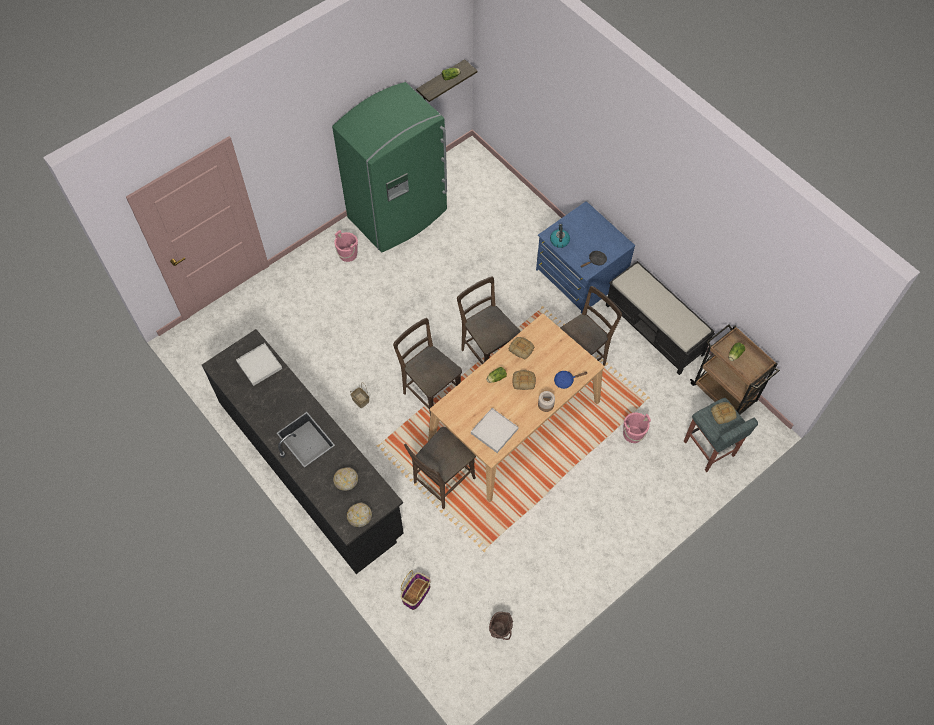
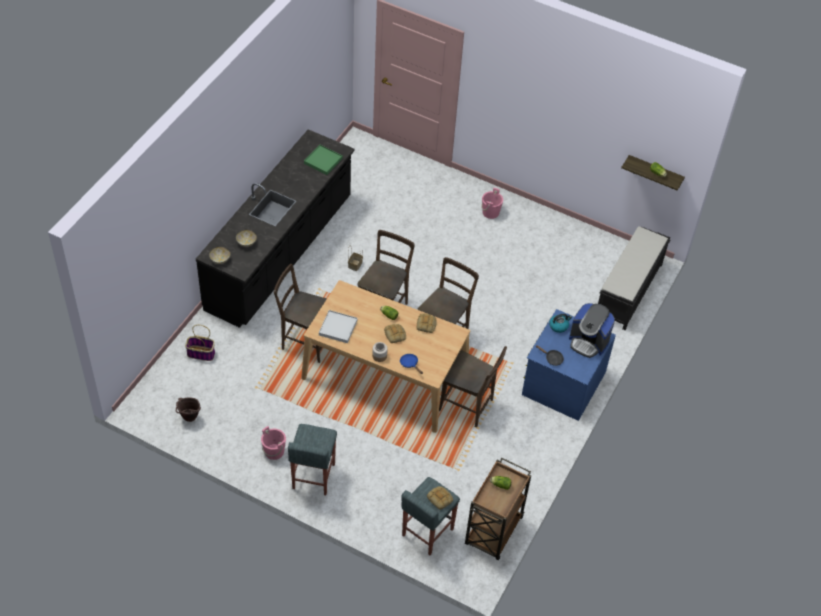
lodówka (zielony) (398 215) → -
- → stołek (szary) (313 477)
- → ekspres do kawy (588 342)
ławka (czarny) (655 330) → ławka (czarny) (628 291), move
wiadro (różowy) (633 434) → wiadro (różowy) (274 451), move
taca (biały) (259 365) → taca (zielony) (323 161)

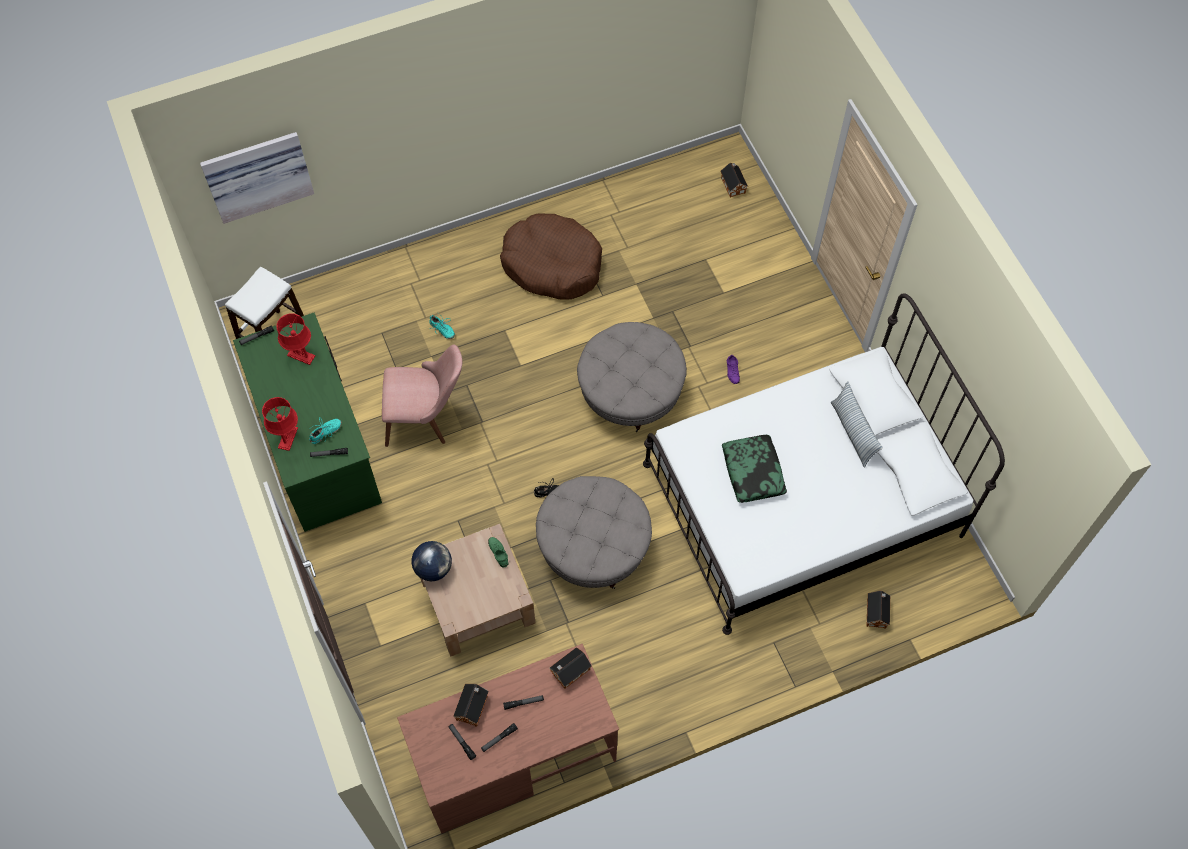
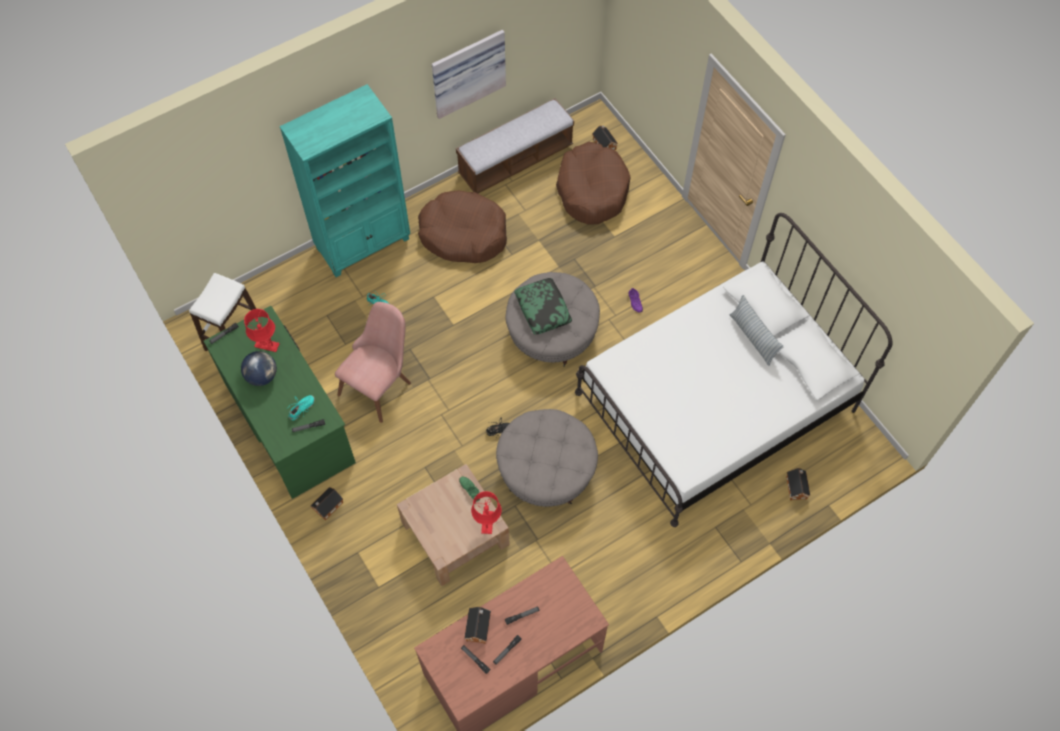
- → regał (turkusowy) (364 244)
- → ławka (516 160)
- → legowisko (brązowy) (592 190)
obraz (257 174) → obraz (467 72), move
lampa stołowa (czerwony) (288 437) → lampa stołowa (czerwony) (487 522), move
globus (433 568) → globus (262 376), move
domek (569 671) → domek (327 507), move
poduszka (753 472) → poduszka (543 309), move
krzesło (różowy) (426 417) → krzesło (różowy) (380 382), 45 degrees counterclockwise

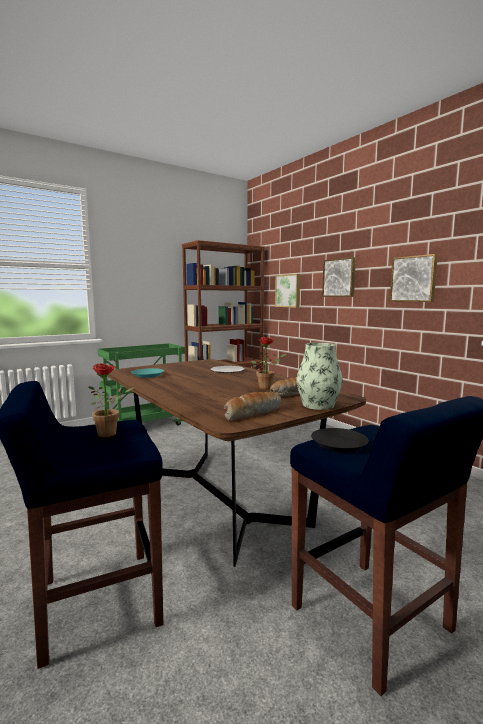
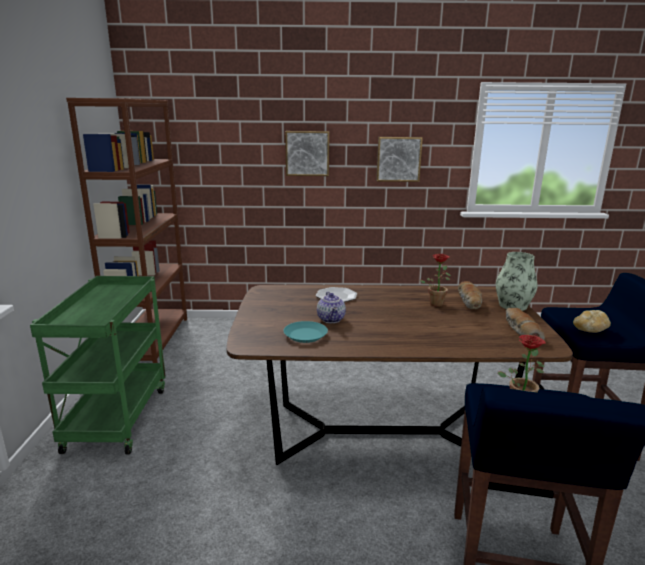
obraz (288 291) → -
- → imbryk (331 319)
talerz (czarny) (338 444) → chleb (589 330)

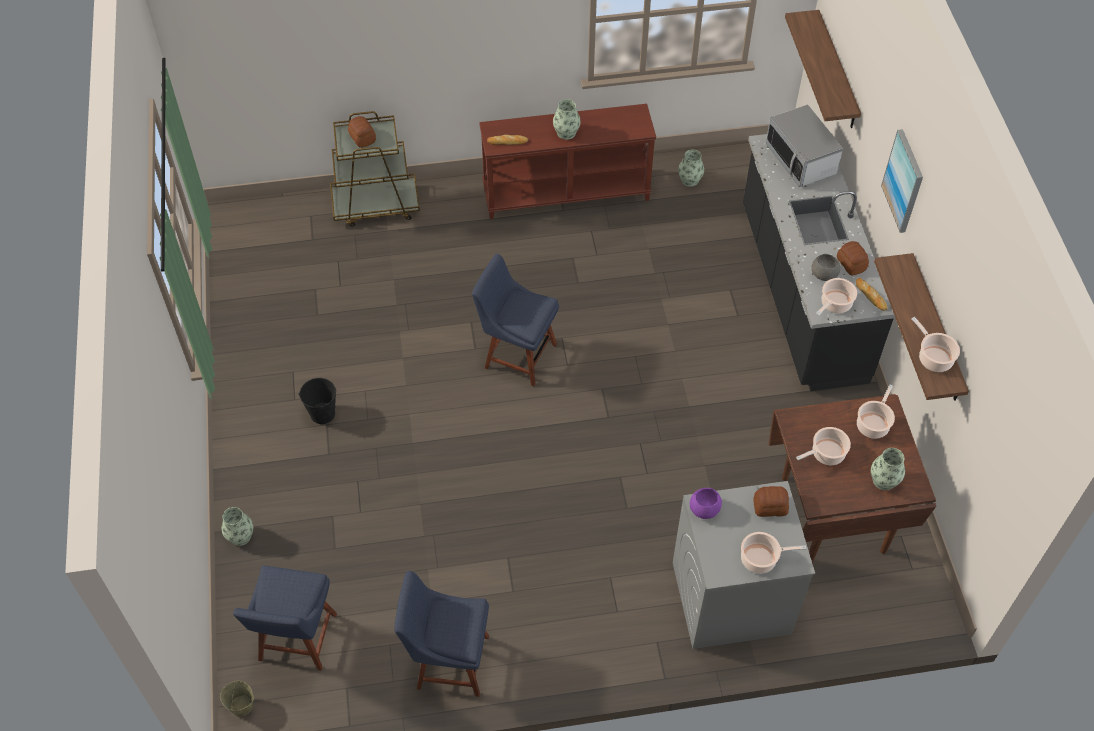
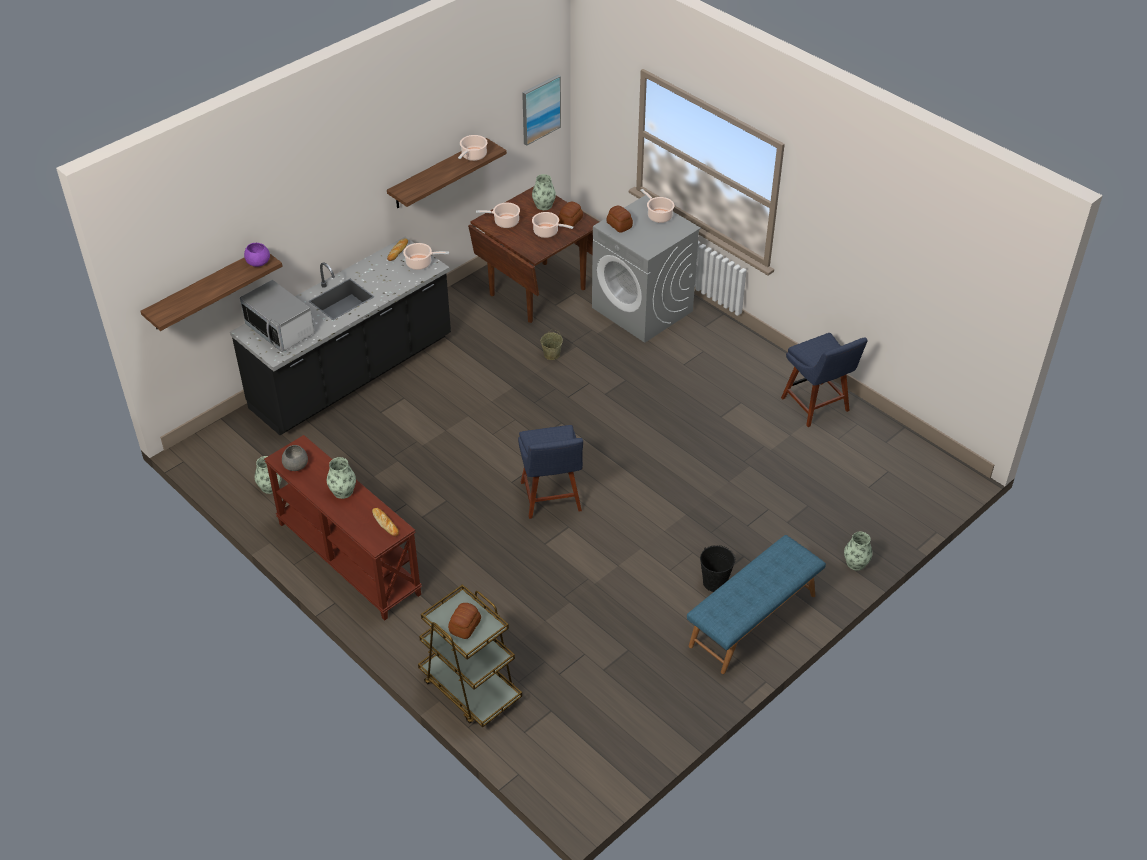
krzesło (niebieski) (296 641) → -
- → ławka (niebieski) (753 621)
wiadro (beżowy) (242 706) → wiadro (beżowy) (551 354), move
miska (fioletowy) (705 508) → miska (fioletowy) (257 262), move
miska (szary) (824 274) → miska (szary) (296 465), move
chleb (851 263) → chleb (570 221), move
obraz (904 181) → obraz (540 109), move
mikrofalówka (801 160) → mikrofalówka (280 330), 105 degrees clockwise

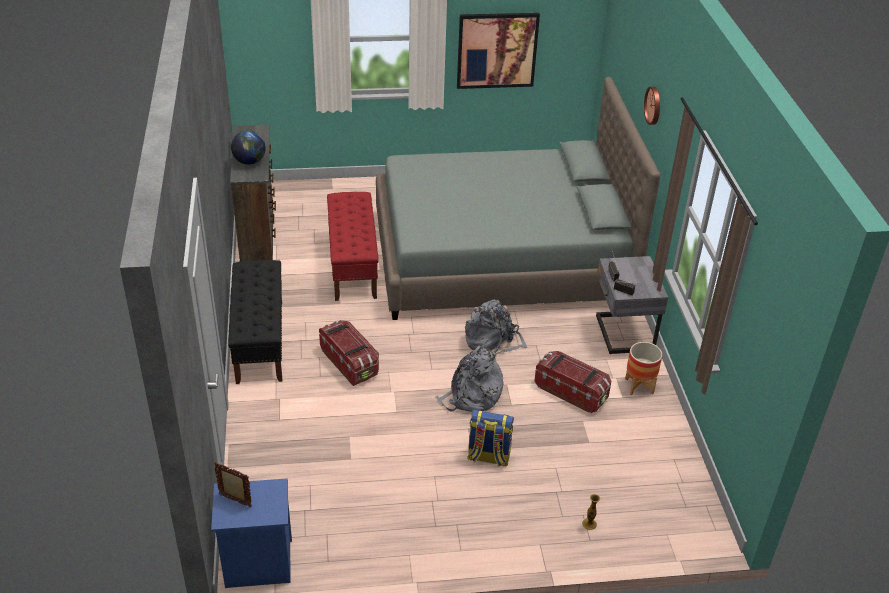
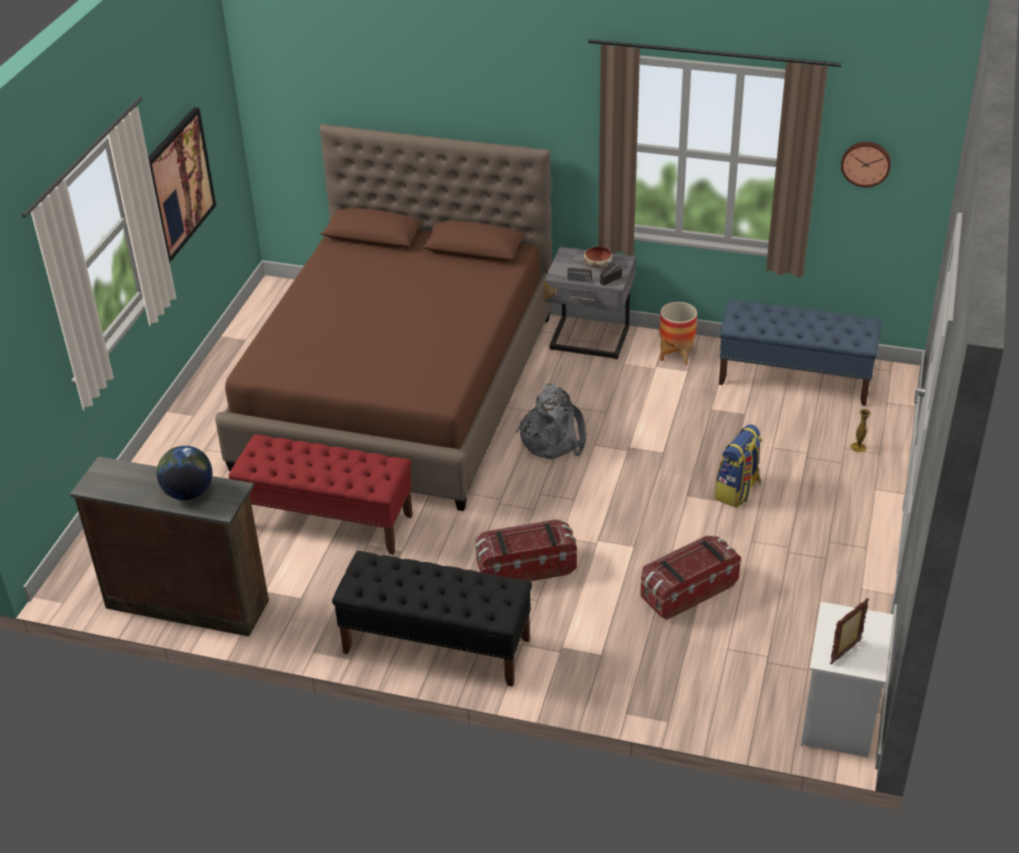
plecak (szary) (471 396) → -
- → miska (597 265)
- → ławka (niebieski) (795 379)
pojemnik do przechowywania (571 391) → pojemnik do przechowywania (687 591), move
zegar ścienny (654 105) → zegar ścienny (866 163), move
szafka nocna (niebieski) (257 564) → szafka nocna (biały) (839 721)
łóżko (szary) (500 258) → łóżko (brązowy) (399 390)

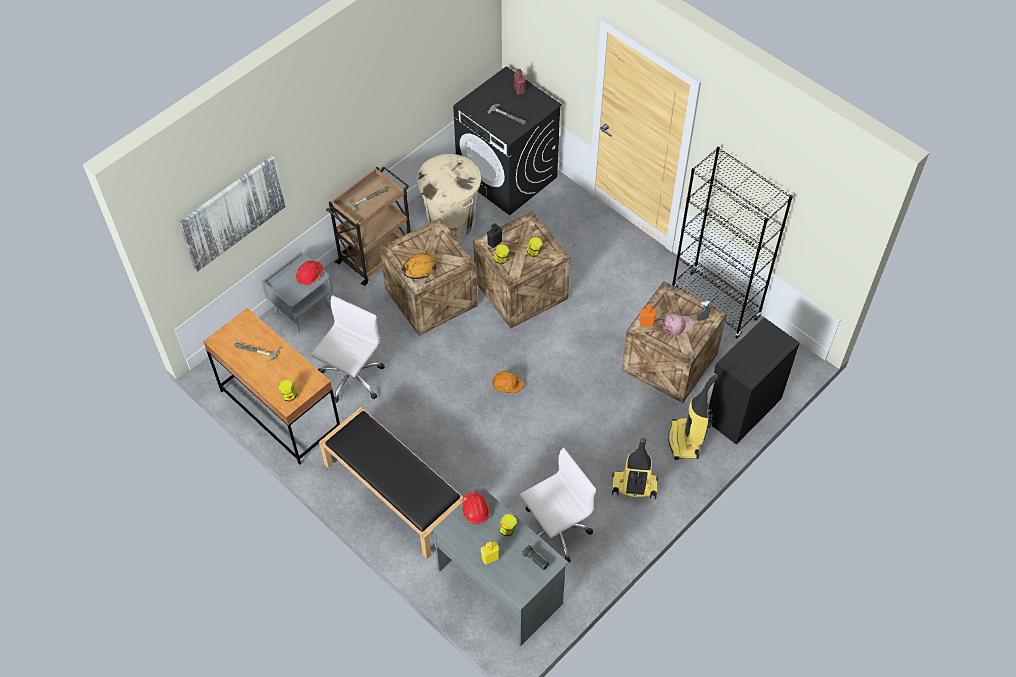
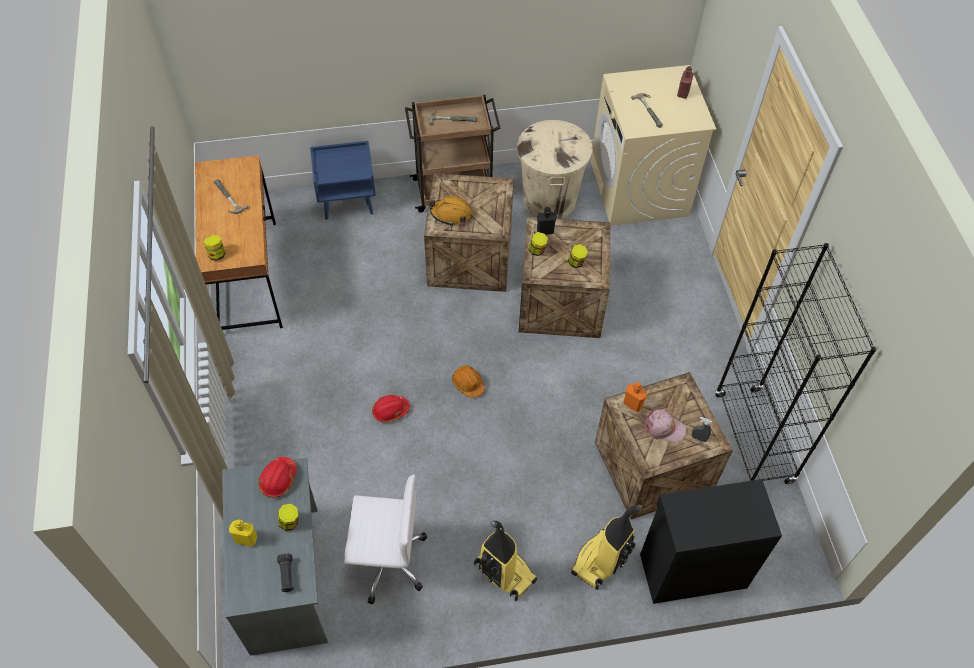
obraz (232 212) → -
krzesło biurowe (biały) (351 378) → -
ławka (czarny) (394 492) → -
kask (czerwony) (309 275) → kask (czerwony) (390 411), move
szafka nocna (szary) (302 309) → szafka nocna (niebieski) (348 201)
pralka (czarny) (507 177) → pralka (beżowy) (639 189)

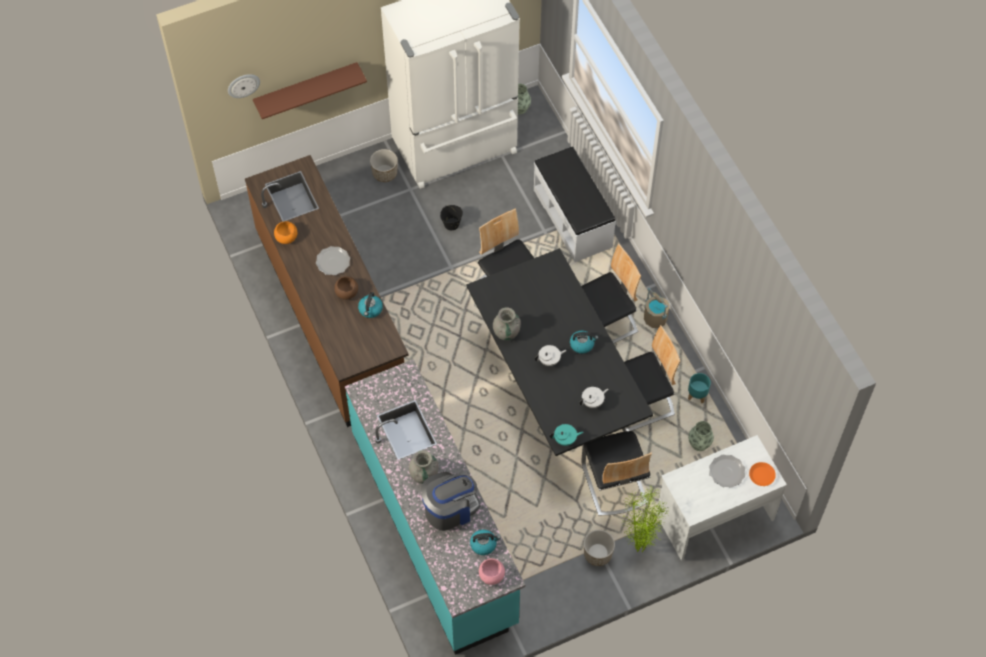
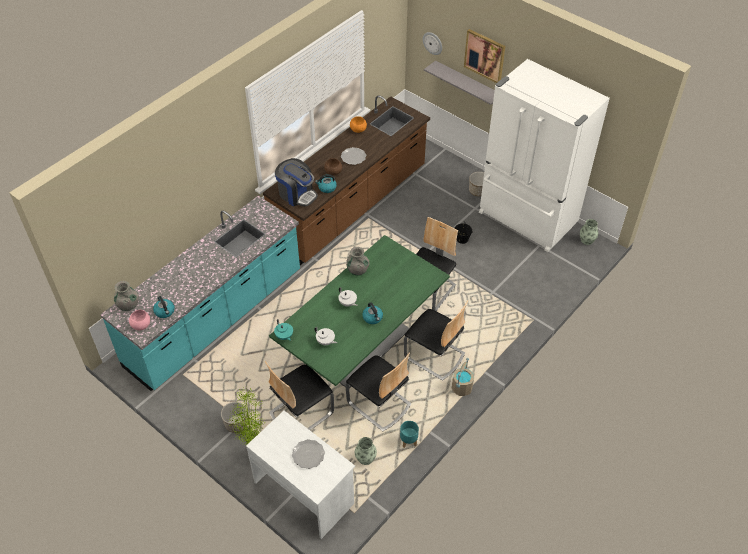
ławka (biały) (573 218) → -
talerz (pomarańczowy) (761 475) → -
- → obraz (485 56)
wazon (szary) (424 474) → wazon (szary) (128 305), move
ekspres do kawy (450 509) → ekspres do kawy (297 194), move
półka (brązowy) (306 88) → półka (szary) (467 84)
stół jadalny (czarny) (555 389) → stół jadalny (zielony) (362 347)

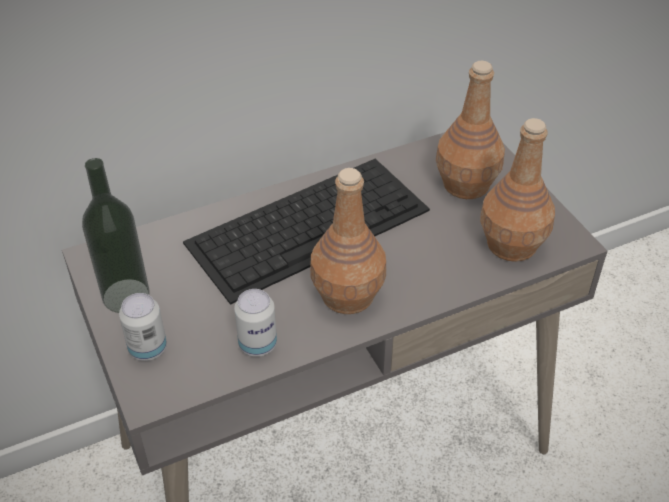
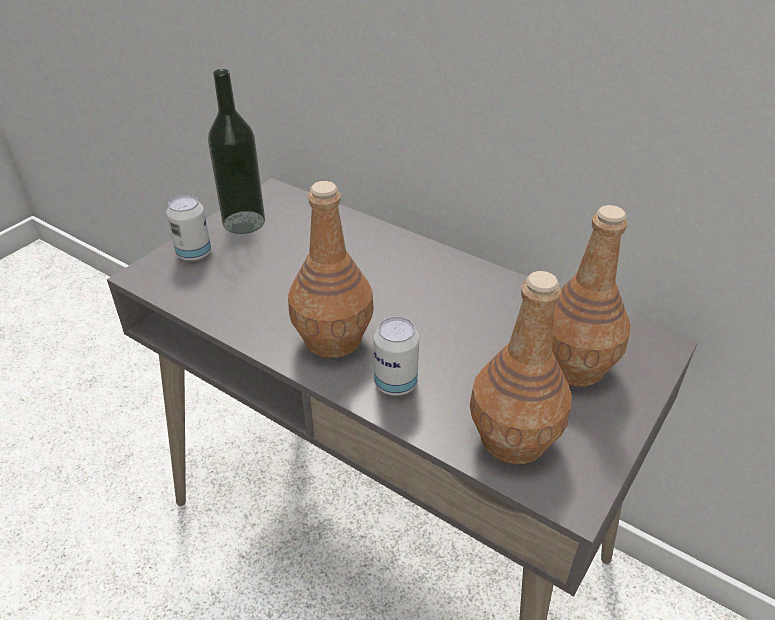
klawiatura (310 225) → -
puszka (257 345) → puszka (395 384), move

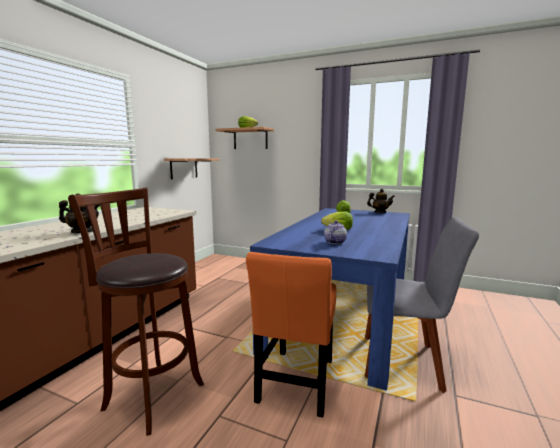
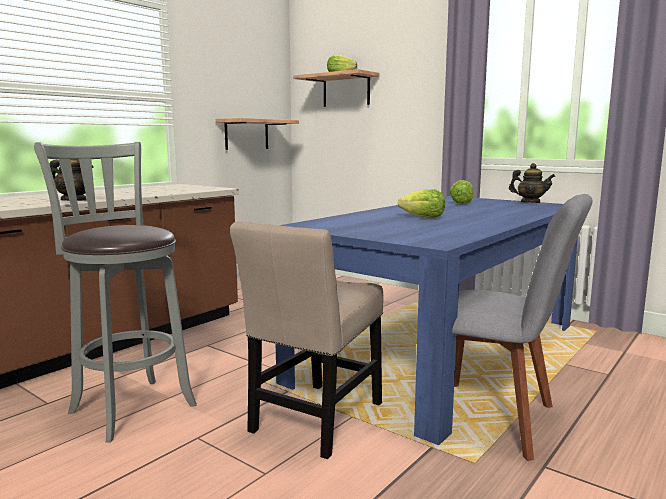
imbryk (335 242) → -
stołek (brązowy) (151 394) → stołek (szary) (129 406)
krzesło (pomarańczowy) (296 384) → krzesło (beżowy) (315 421)

